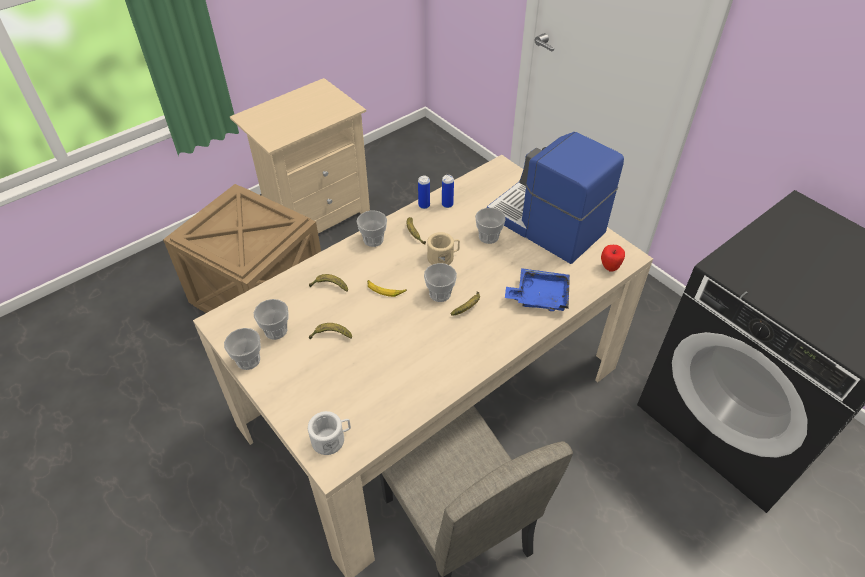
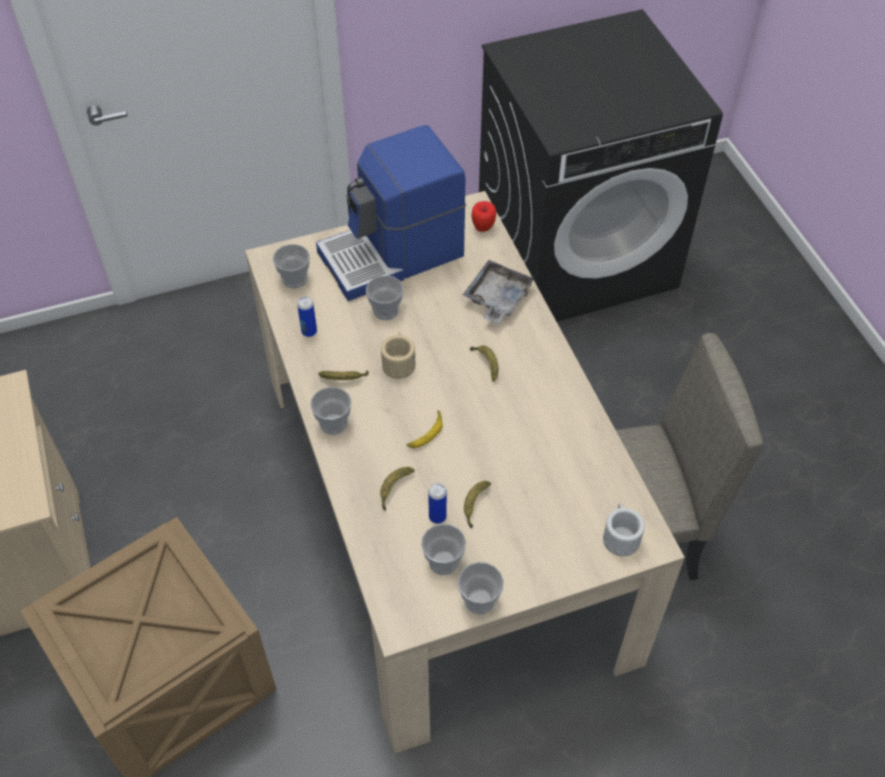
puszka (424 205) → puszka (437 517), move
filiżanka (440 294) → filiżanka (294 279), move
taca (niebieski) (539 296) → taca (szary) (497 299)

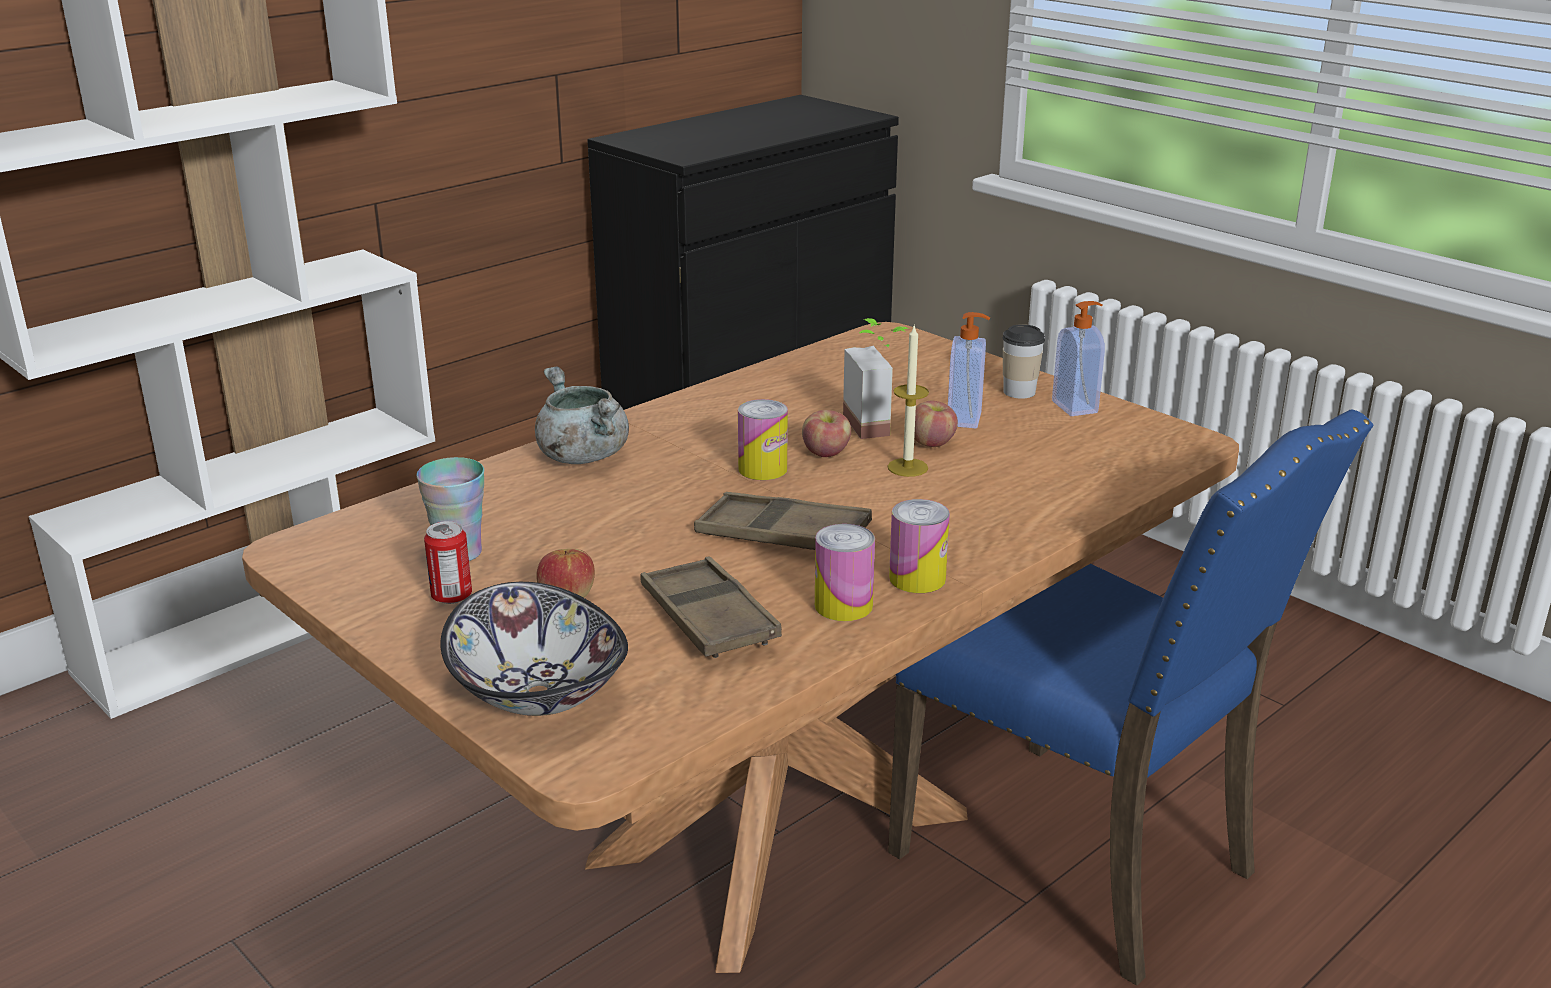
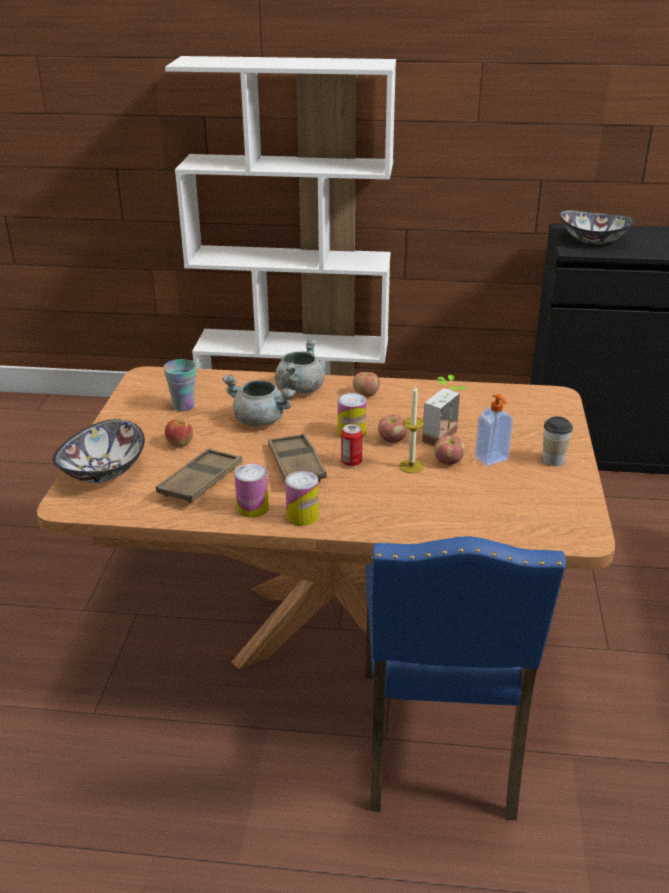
dozownik mydła (1076 407) → -
- → garnek (szary) (261 420)
- → jabłko (366 394)
- → miska (593 240)
puszka (452 596) → puszka (351 462), move

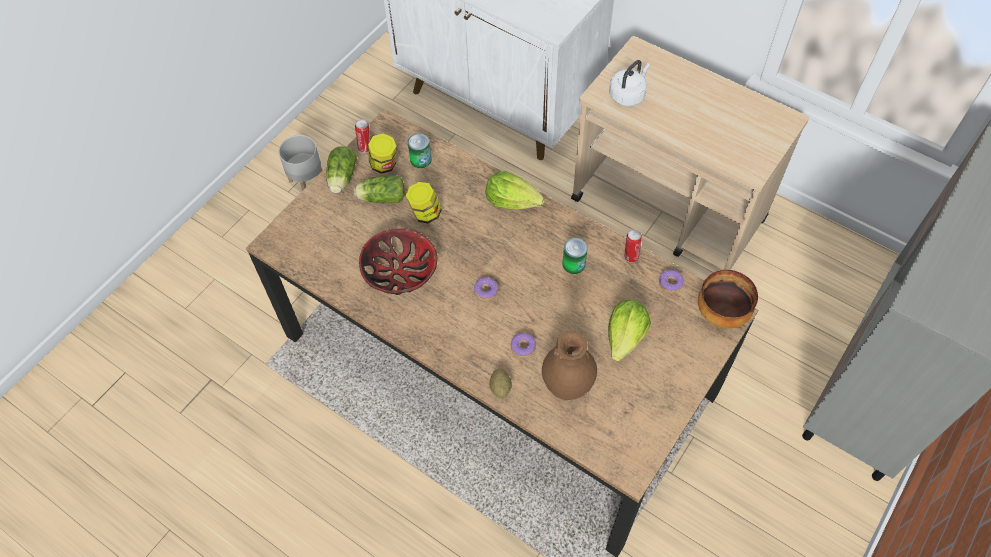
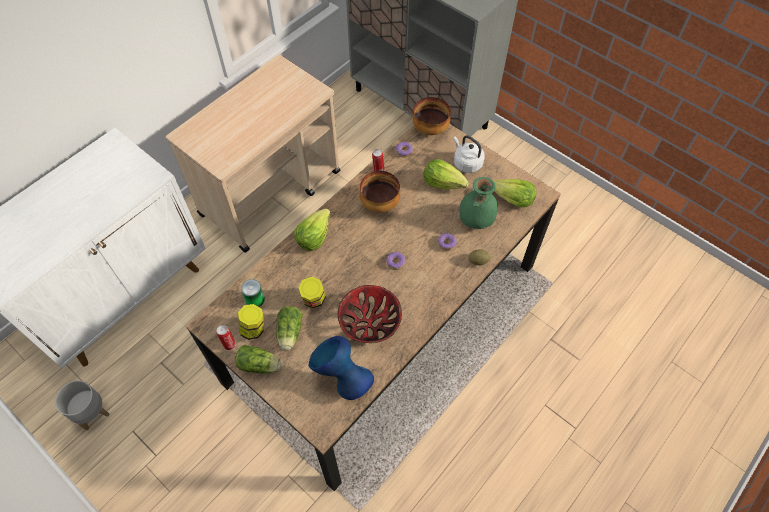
- → wazon (niebieski) (343 380)
- → sałata (512 200)
donica (szary) (307 180) → donica (szary) (92 412), move
czajnik (biały) (628 95) → czajnik (biały) (466 163), move
puszka (573 264) → miska (379 204)
wazon (brązowy) (568 381) → wazon (zielony) (475 220)

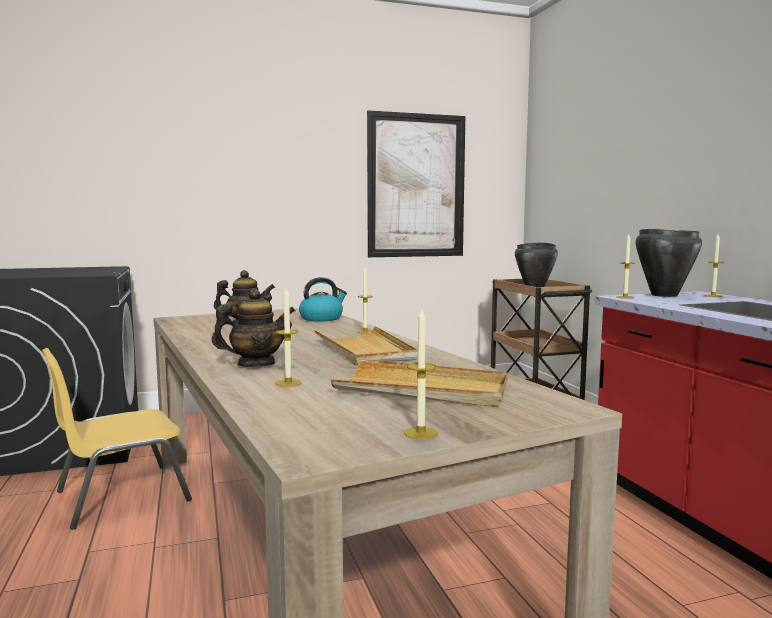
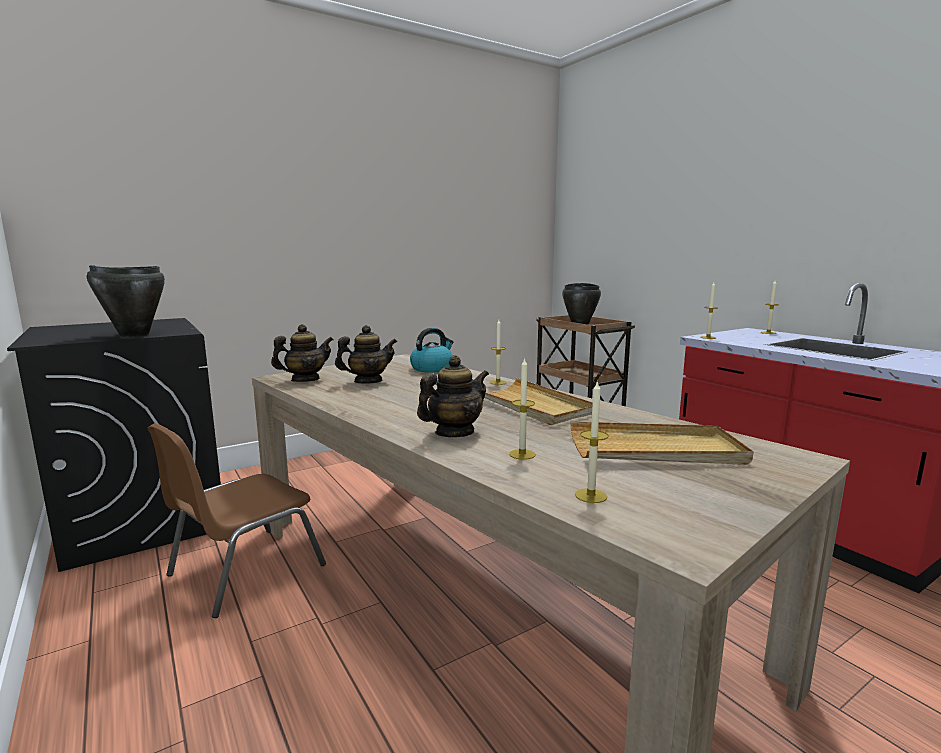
obraz (416 186) → -
- → imbryk (305 380)
świeca (420 433) → świeca (591 495), move
garnek (czarny) (663 295) → garnek (czarny) (134 335), move
krzesło (żółty) (120 496) → krzesło (brązowy) (244 570)

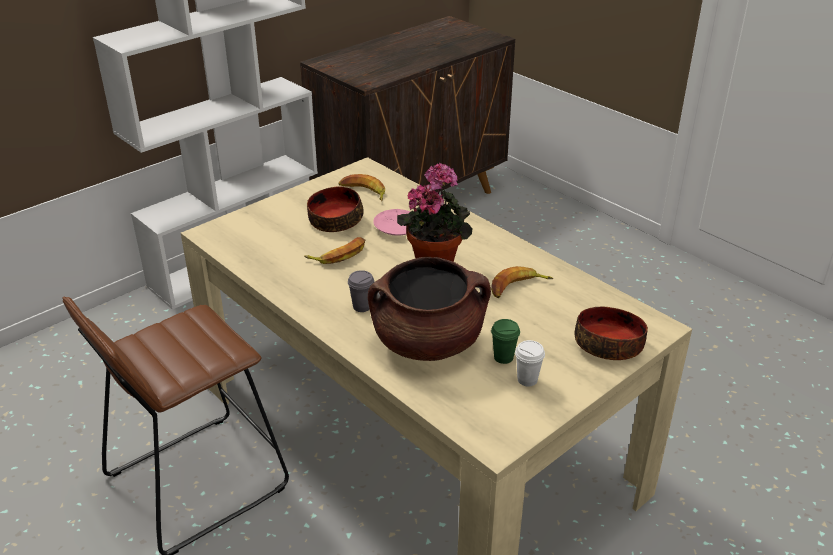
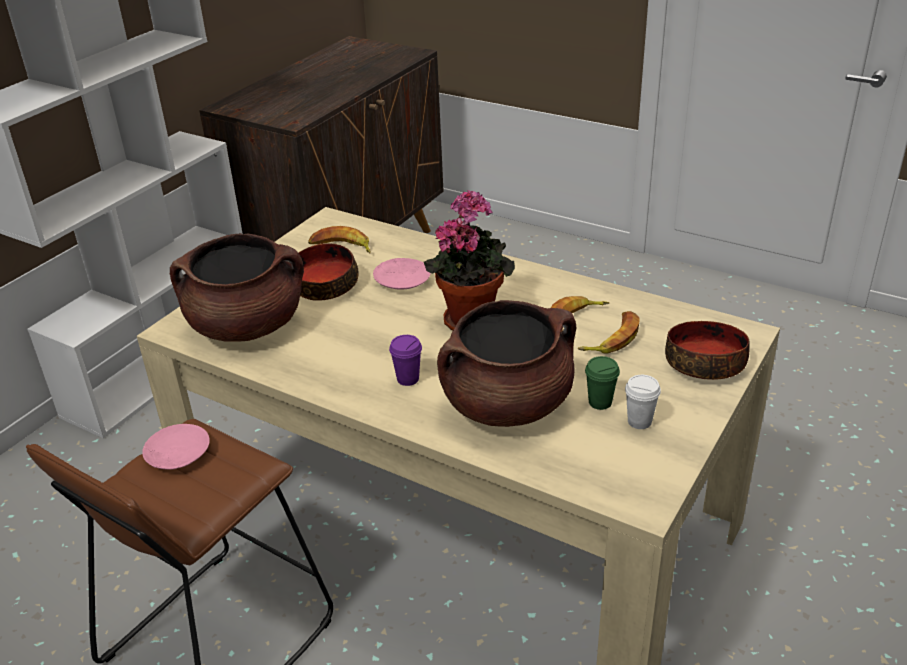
- → talerz (różowy) (177 454)
- → garnek (brązowy) (247 326)
banan (339 254) → banan (612 338), move
filiżanka (szary) (362 307) → filiżanka (fioletowy) (408 379)

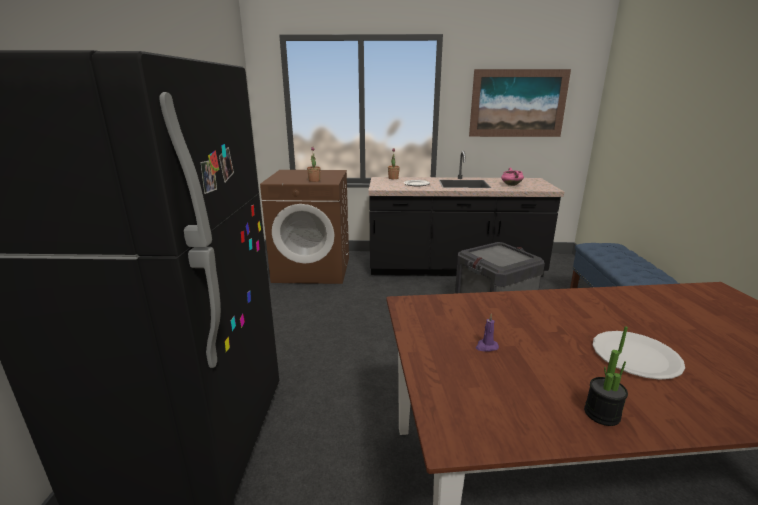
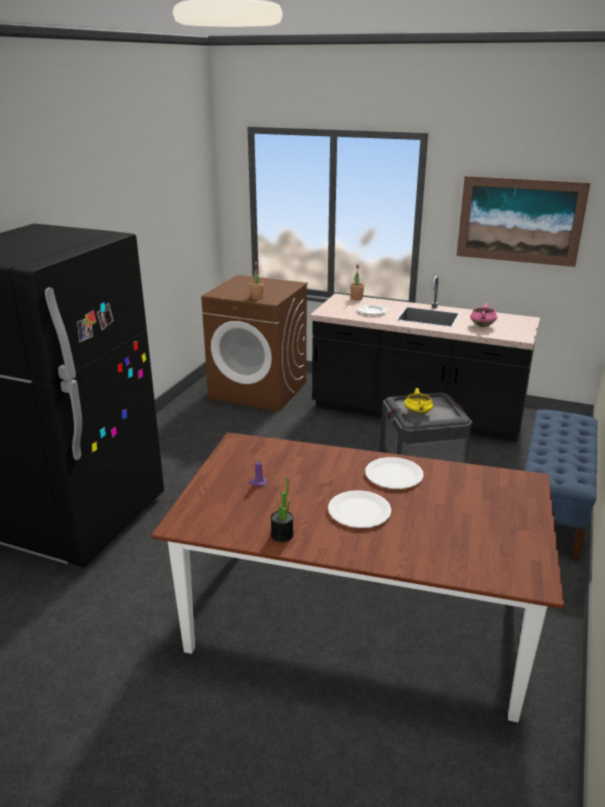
- → talerz (biały) (394 475)
- → garnek (żółty) (418 413)

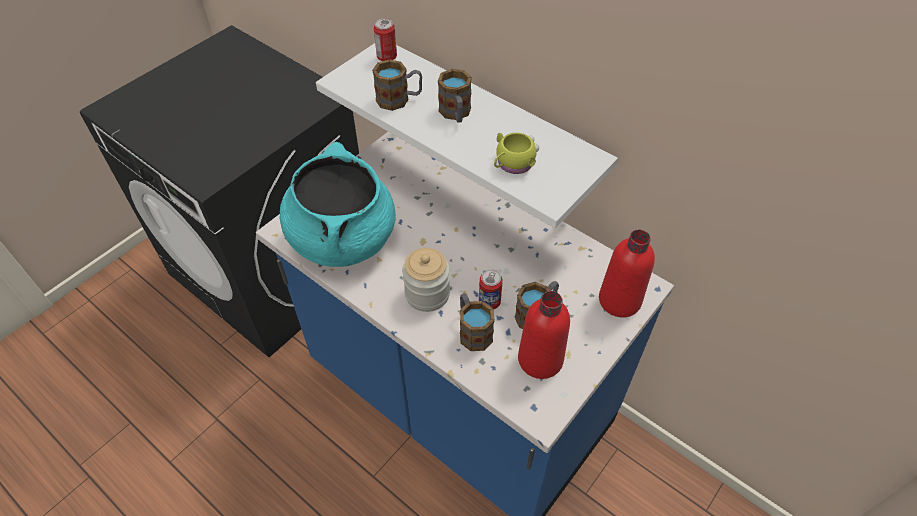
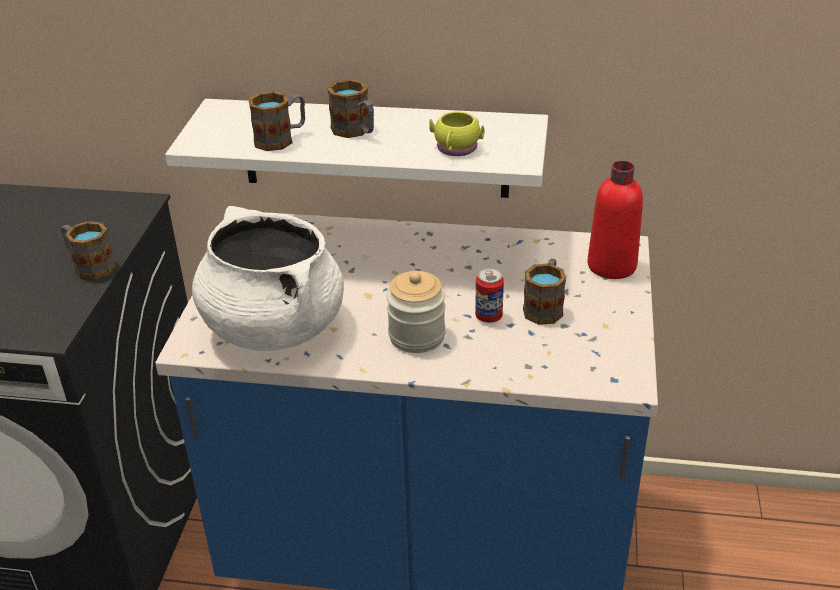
puszka (387 57) → -
butelka (czerwony) (540 359) → -
kubek (472 330) → kubek (89 265), move
garnek (turkusowy) (343 238) → garnek (biały) (273 327)

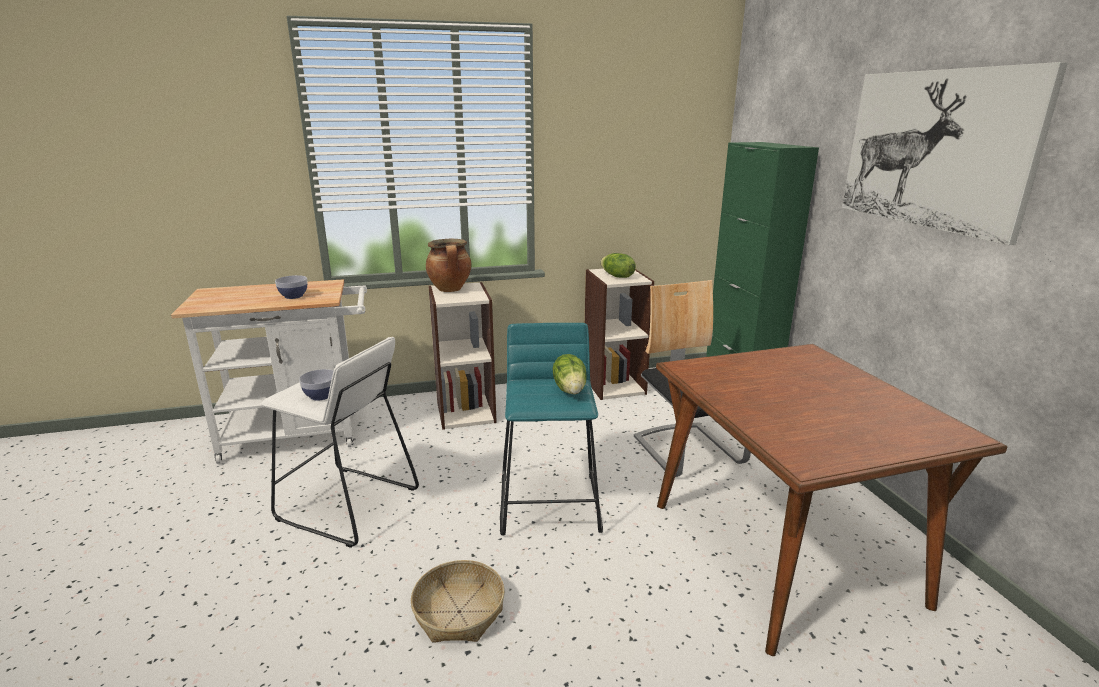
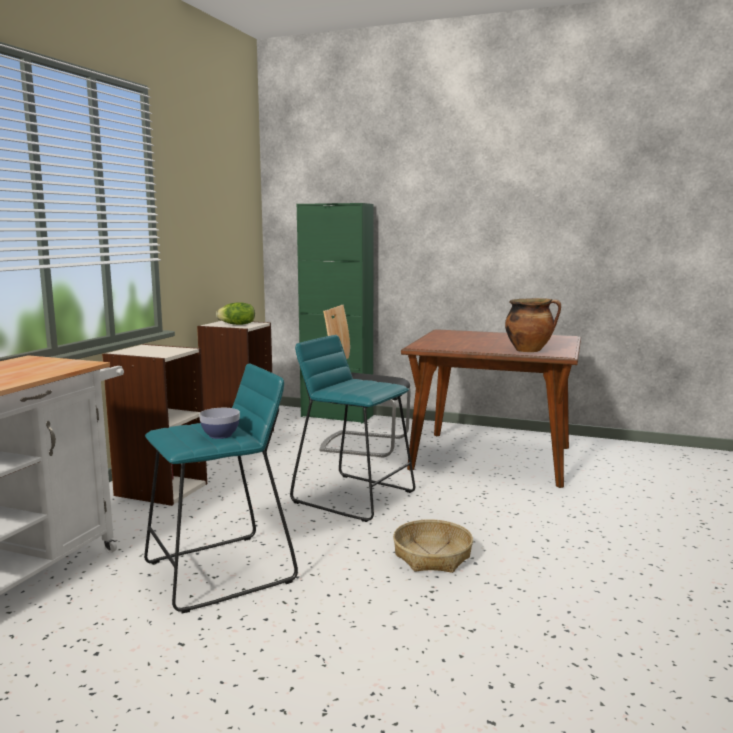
miska (293 296) → -
sałata (570 389) → -
obraz (934 149) → -
garnek (450 289) → garnek (530 350), move
stołek (biały) (347 505) → stołek (turkusowy) (220 572)

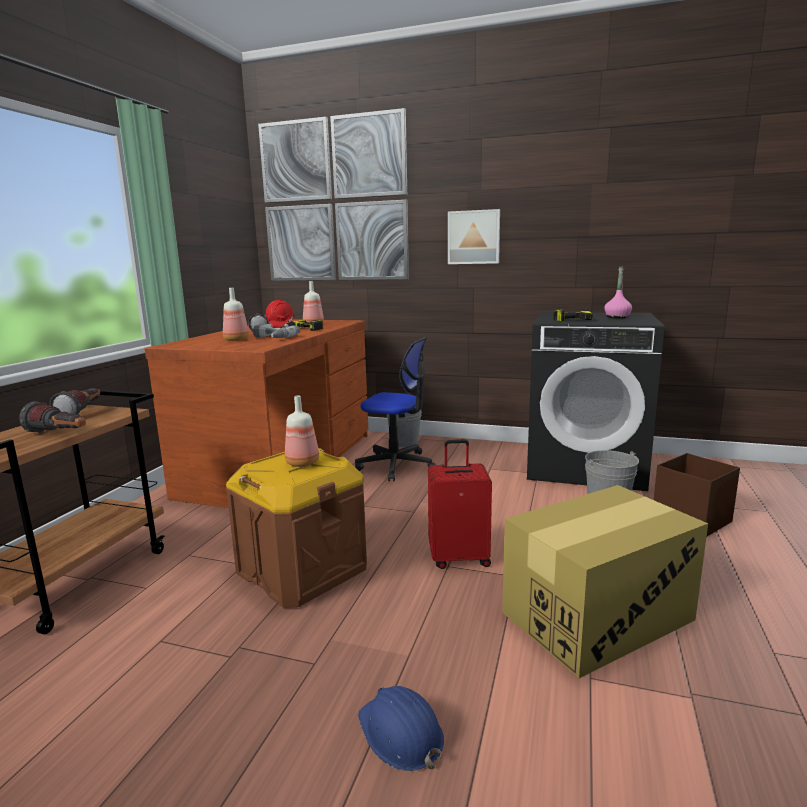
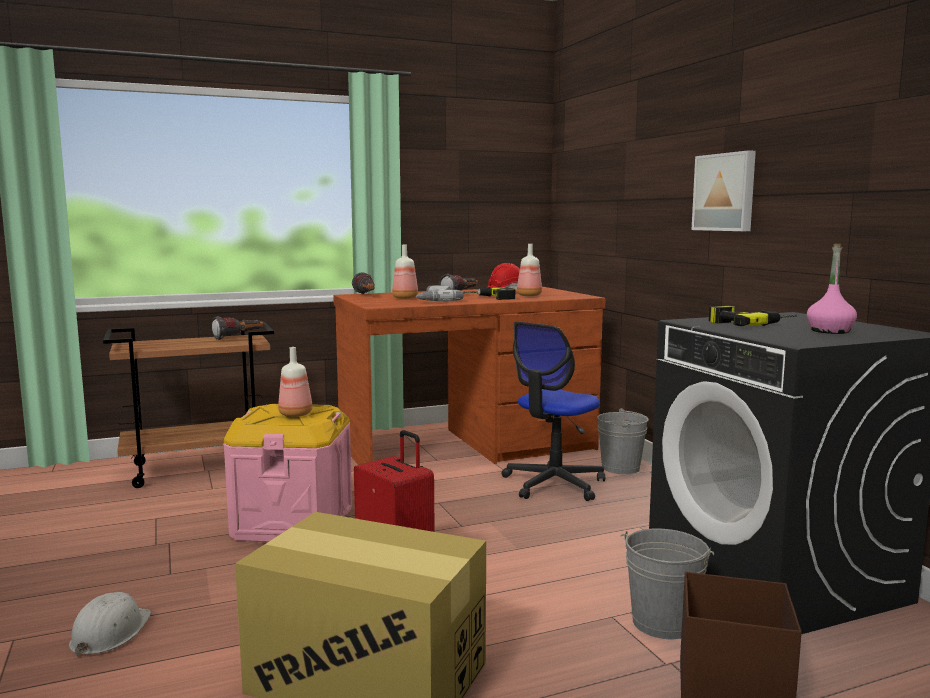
obraz (334 201) → -
latarka (59 435) → latarka (366 295), move
pojemnik do przechowywania (brązowy) (302 569) → pojemnik do przechowywania (różowy) (293 522)
kask (niebieski) (400 733) → kask (biały) (110 633)
krzesło biurowe (396 465) → krzesło biurowe (553 484), 60 degrees clockwise

